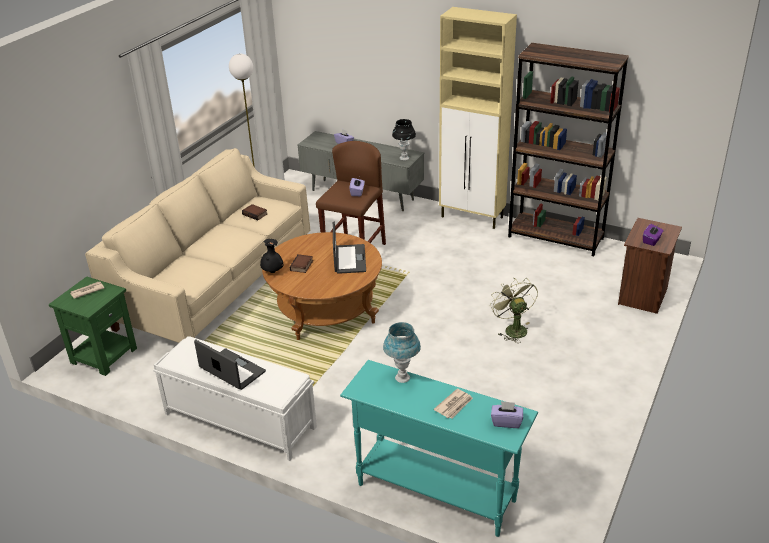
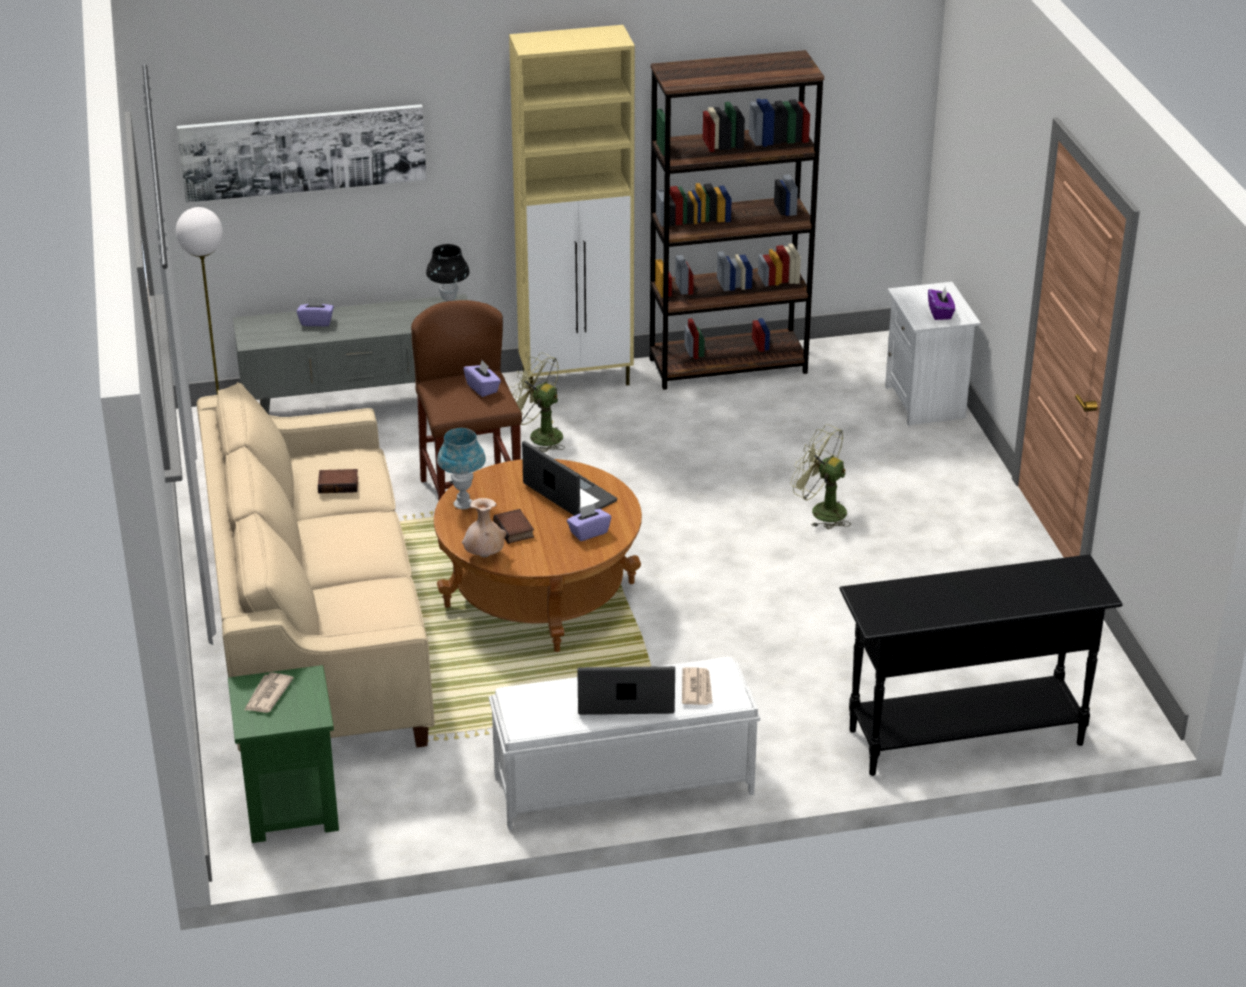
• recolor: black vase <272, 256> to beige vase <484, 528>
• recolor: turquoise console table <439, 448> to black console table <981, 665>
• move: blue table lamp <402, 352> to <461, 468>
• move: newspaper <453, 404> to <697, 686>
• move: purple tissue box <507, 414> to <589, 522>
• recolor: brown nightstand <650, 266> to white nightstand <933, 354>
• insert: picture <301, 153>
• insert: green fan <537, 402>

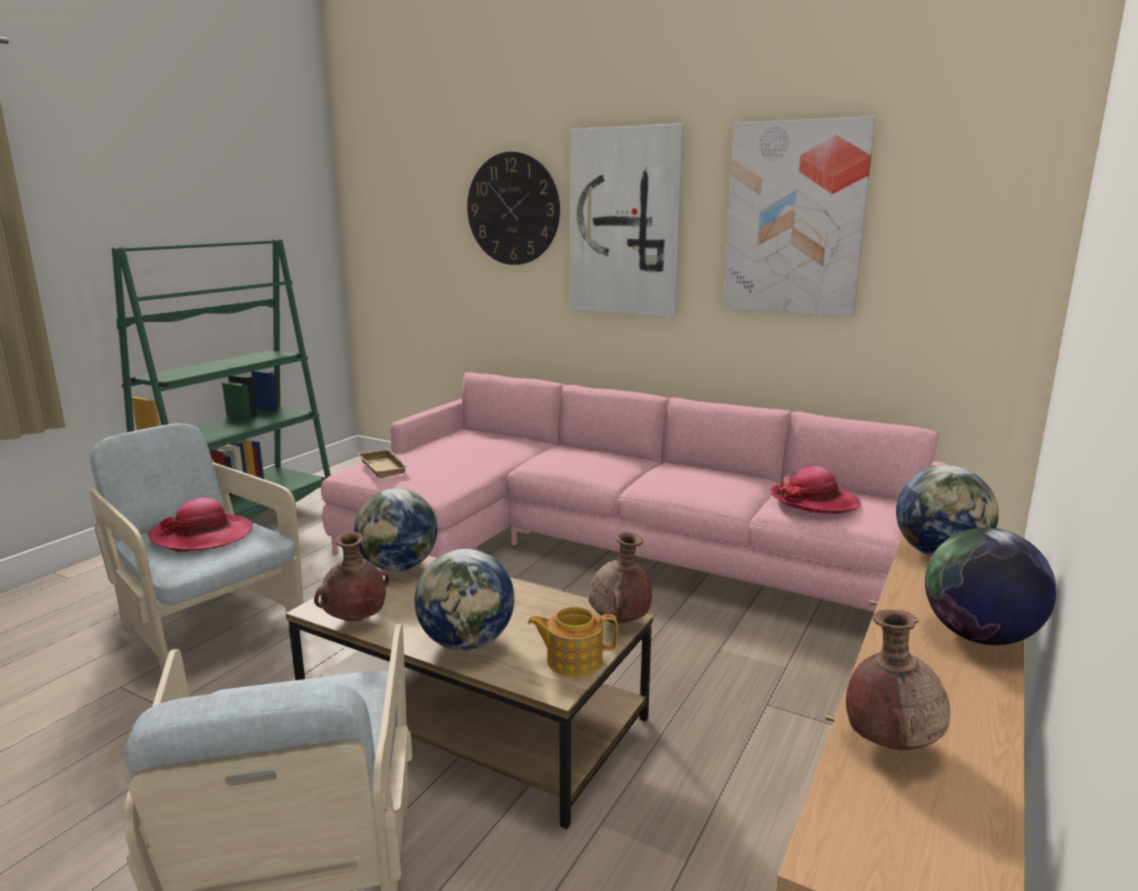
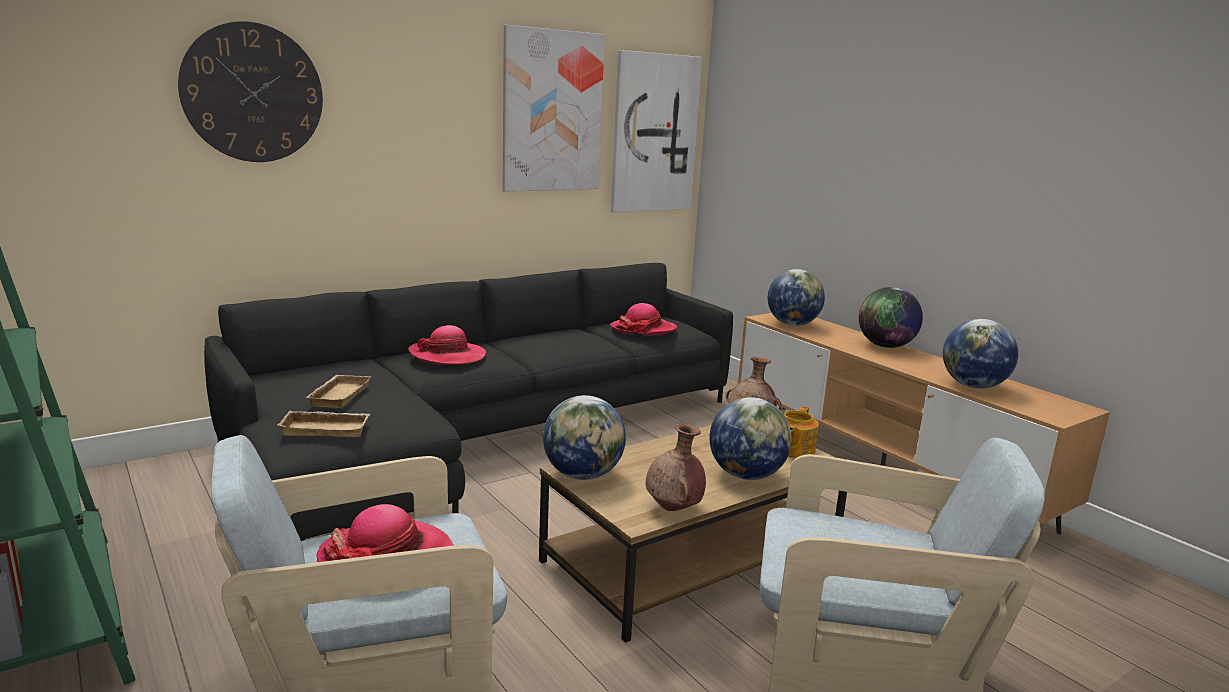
• recolor: pink sofa <634, 492> to black sofa <468, 402>
• move: picture <627, 220> to <656, 131>
• replace: brown vase <898, 680> to globe <980, 354>
• insert: beige tray <338, 391>
• insert: hat <447, 345>

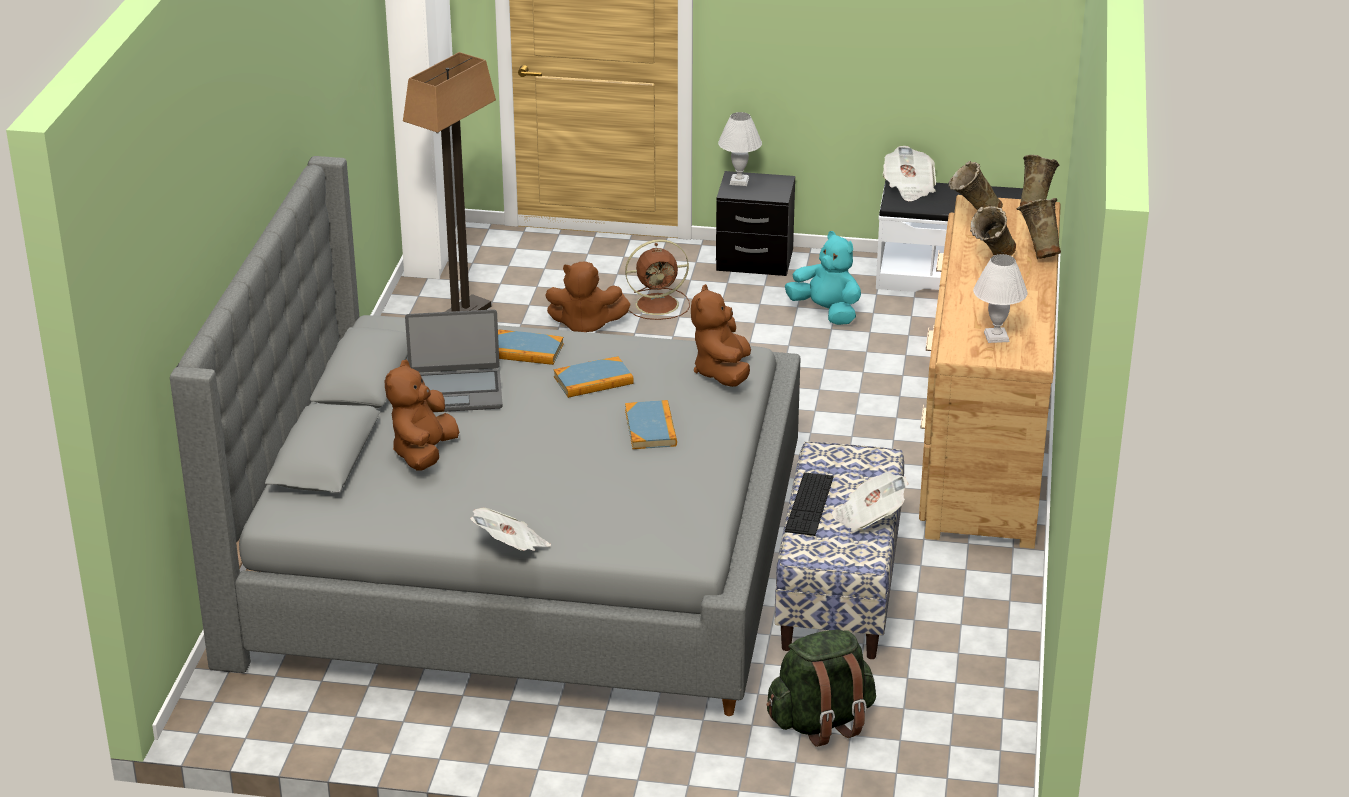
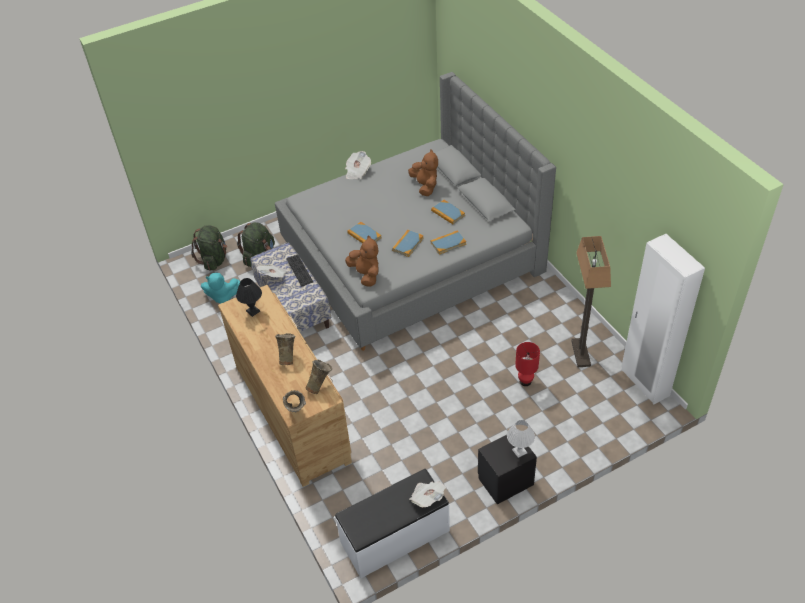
• replace: laptop <454, 360> to book <448, 212>
• replace: brown plush toy <588, 297> to red table lamp <527, 364>
• delete: brown fan <657, 279>
• move: turquoise plush toy <823, 278> to <220, 288>
• recolor: white table lamp <1000, 298> to black table lamp <249, 297>
• delete: beige vase <1039, 228>
• insert: green backpack <209, 248>

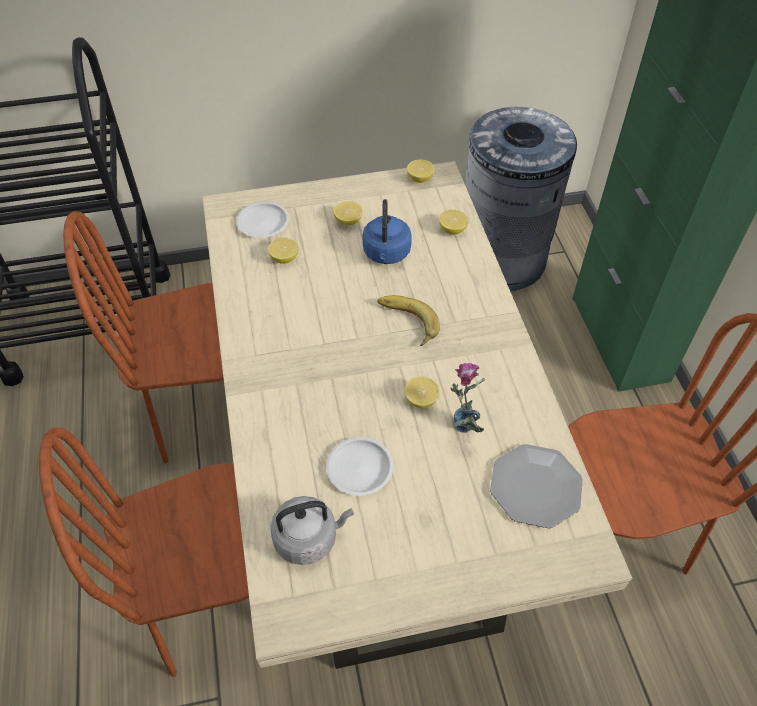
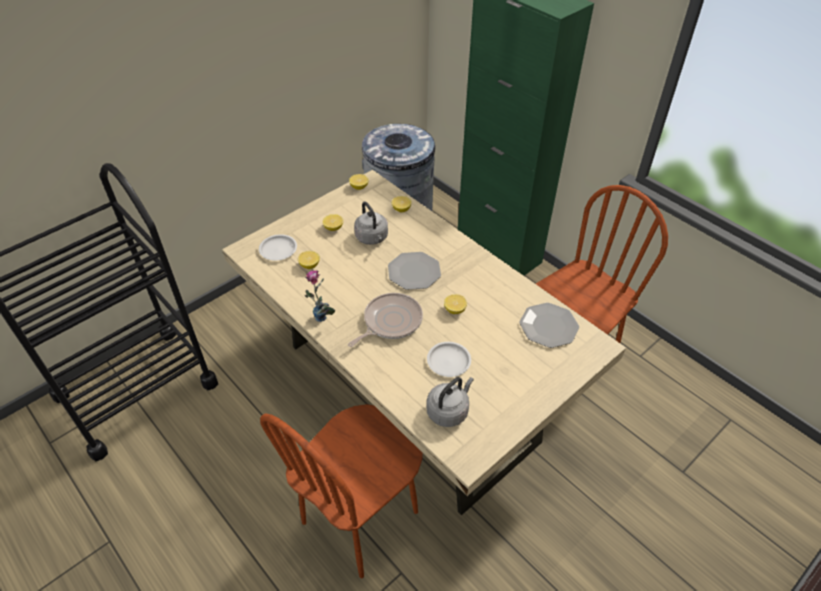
• delete: brown chair <143, 337>
• recolor: blue kettle <387, 231> to grey kettle <371, 223>
• replace: banana <408, 320> to plate <414, 271>
• move: vase <468, 398> to <320, 296>
• insert: frying pan <385, 320>

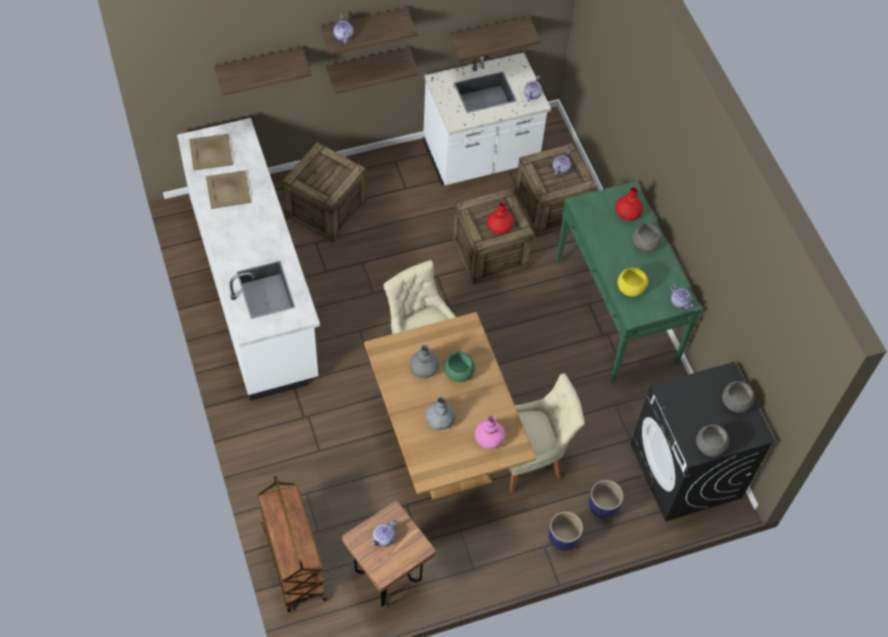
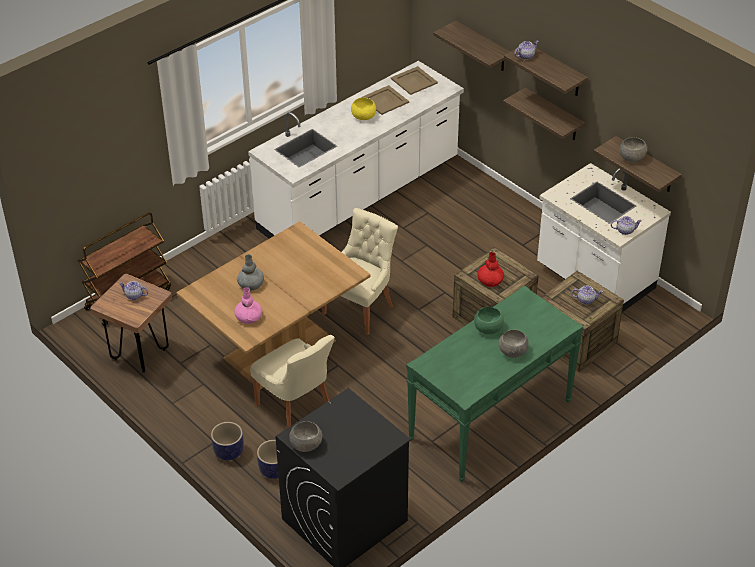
• delete: crate <324, 192>
• delete: grey vase <424, 361>
• move: green bowl <459, 366> to <489, 320>
• delete: red vase <629, 204>
• move: yellow bowl <633, 282> to <363, 109>
• delete: teapot <682, 297>
• move: grey bowl <738, 397> to <633, 149>

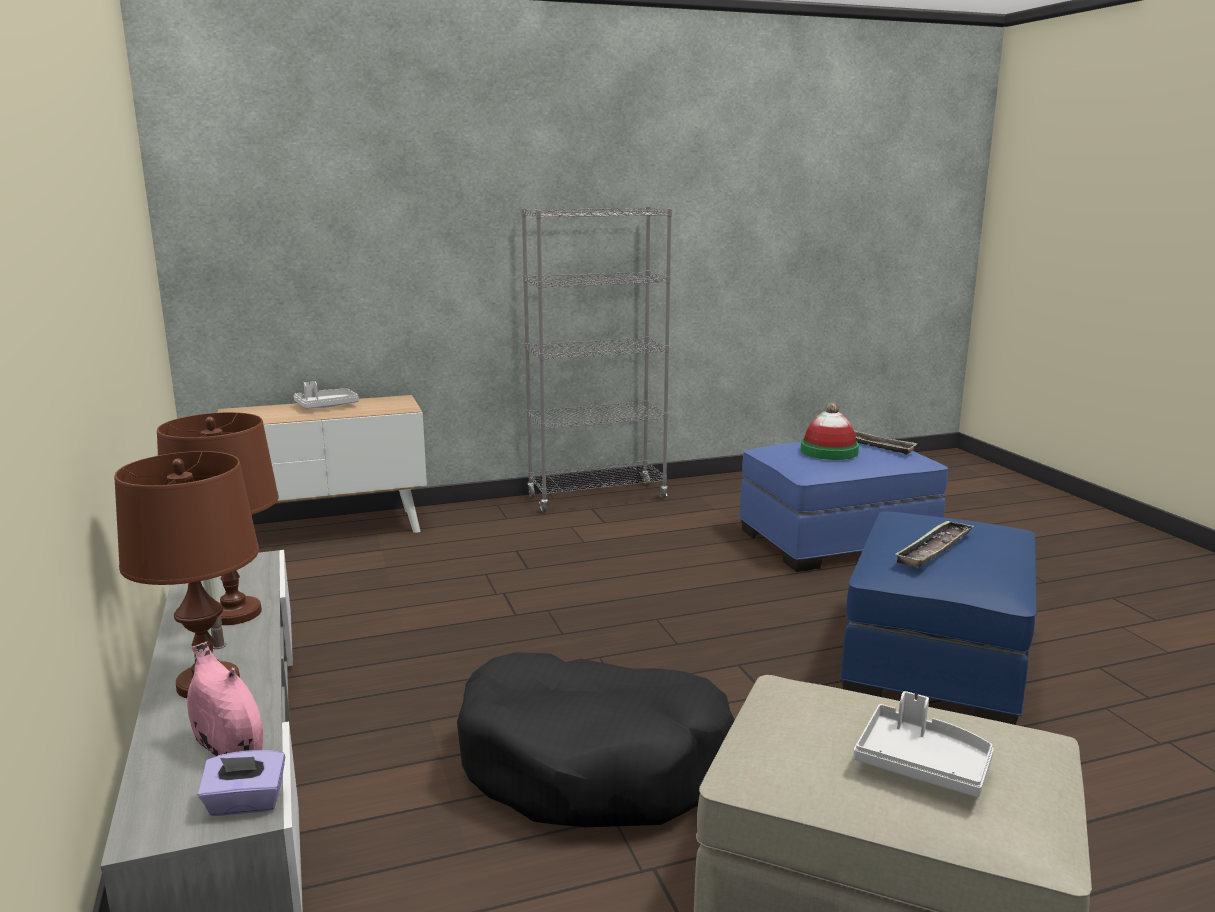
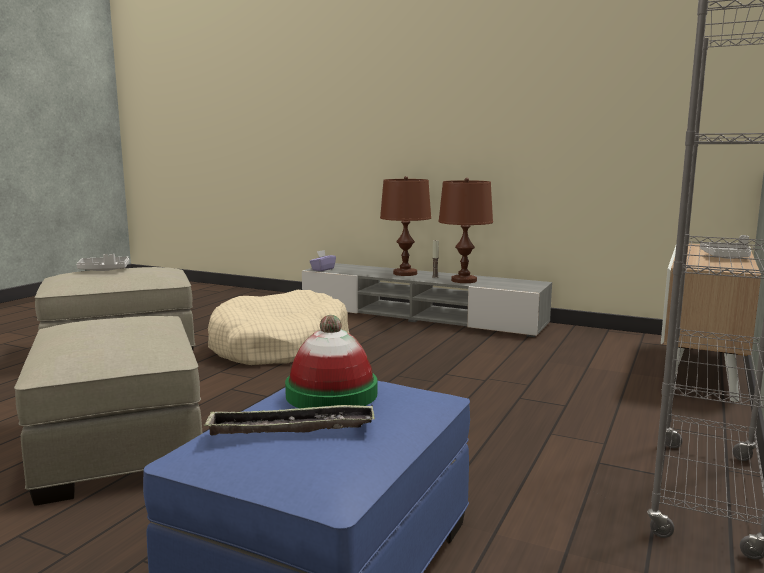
• delete: pink vase <225, 698>
• recolor: black dog bed <596, 739> to beige dog bed <278, 327>
• recolor: blue ottoman <938, 618> to beige ottoman <108, 411>
• delete: tray <934, 544>

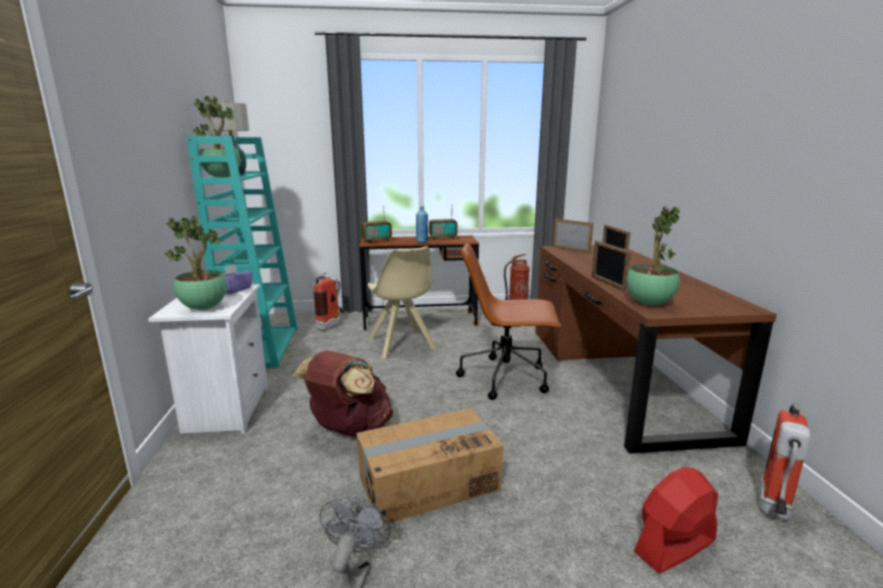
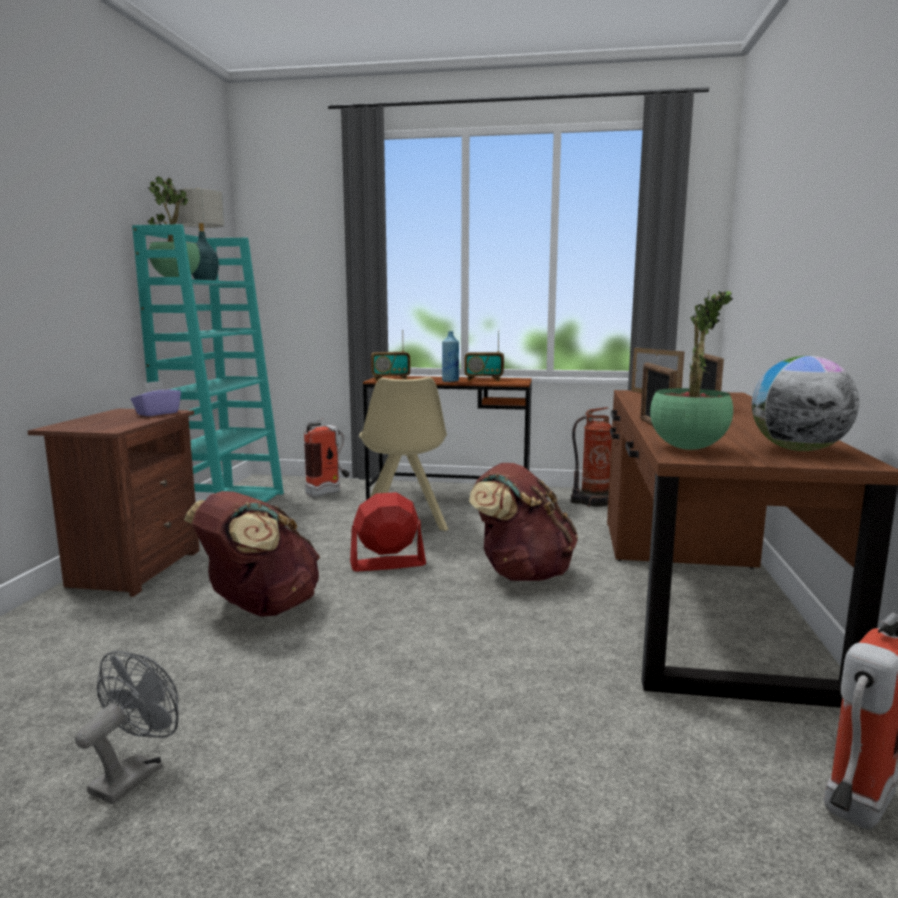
• recolor: white nightstand <208, 359> to brown nightstand <114, 502>
• delete: potted plant <196, 263>
• delete: cardboard box <430, 466>
• replace: brown office chair <508, 321> to brown backpack <523, 522>
• move: red fan <676, 519> to <388, 532>
• insert: globe <805, 403>

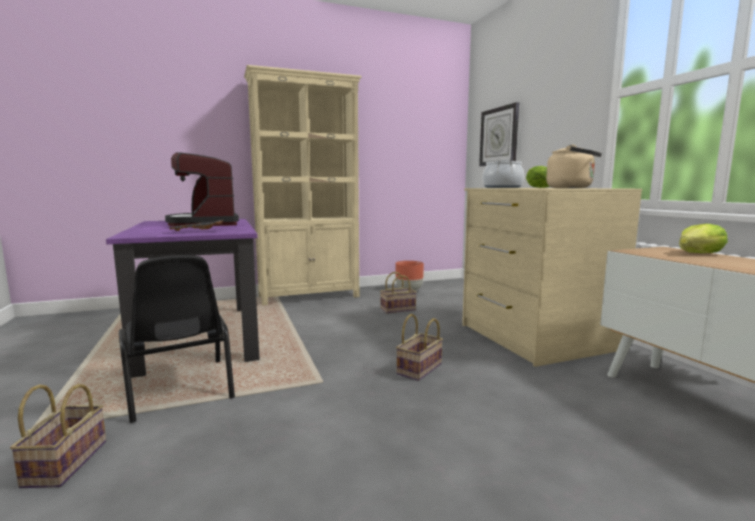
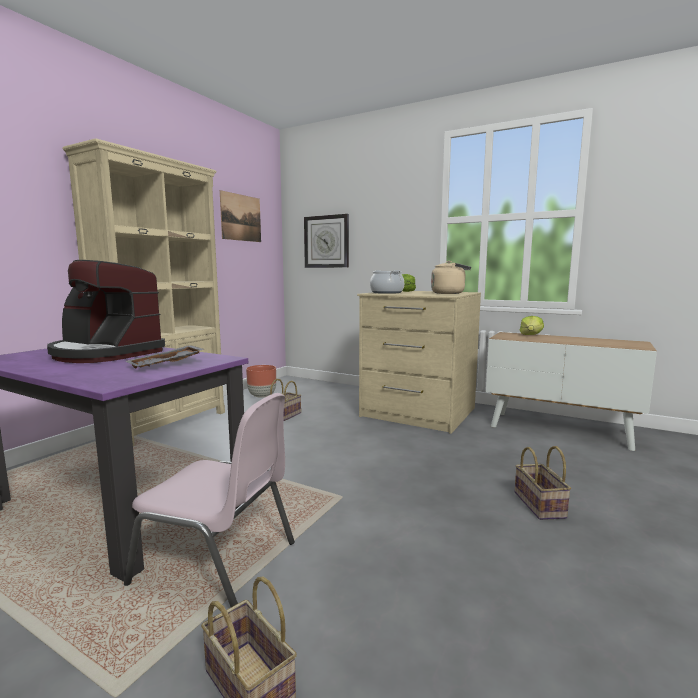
• recolor: black chair <177, 339> to pink chair <209, 500>
• move: basket <419, 347> to <543, 483>
• insert: picture <240, 216>

